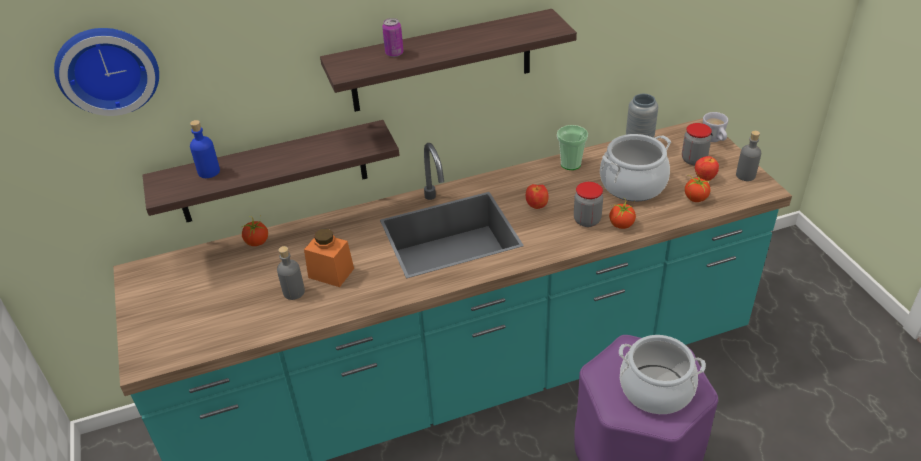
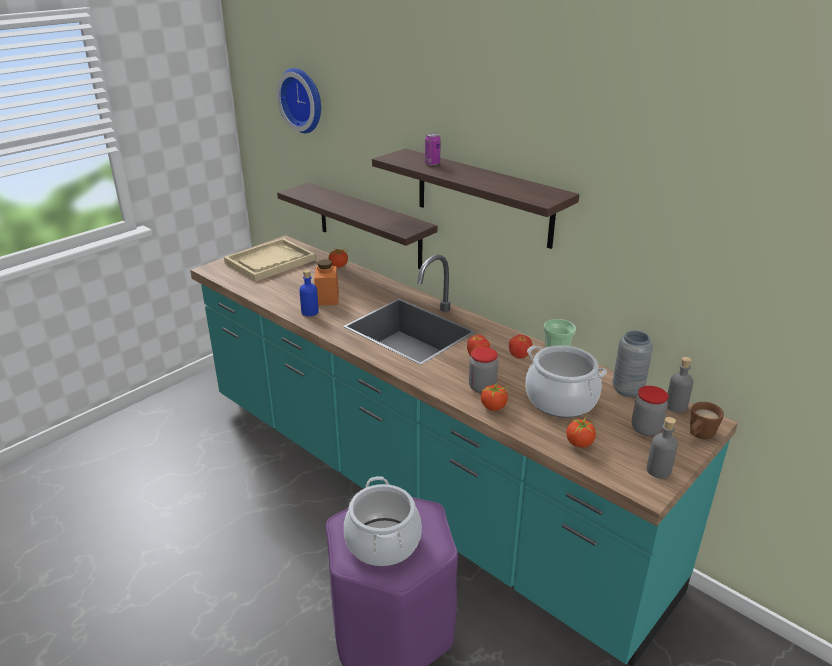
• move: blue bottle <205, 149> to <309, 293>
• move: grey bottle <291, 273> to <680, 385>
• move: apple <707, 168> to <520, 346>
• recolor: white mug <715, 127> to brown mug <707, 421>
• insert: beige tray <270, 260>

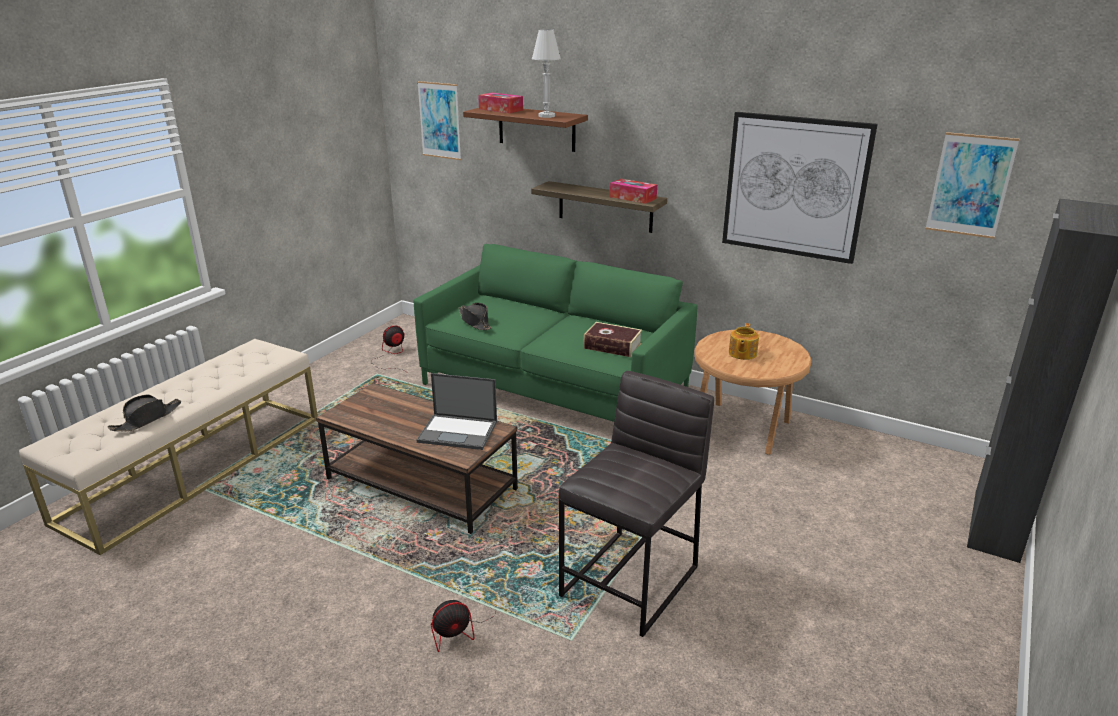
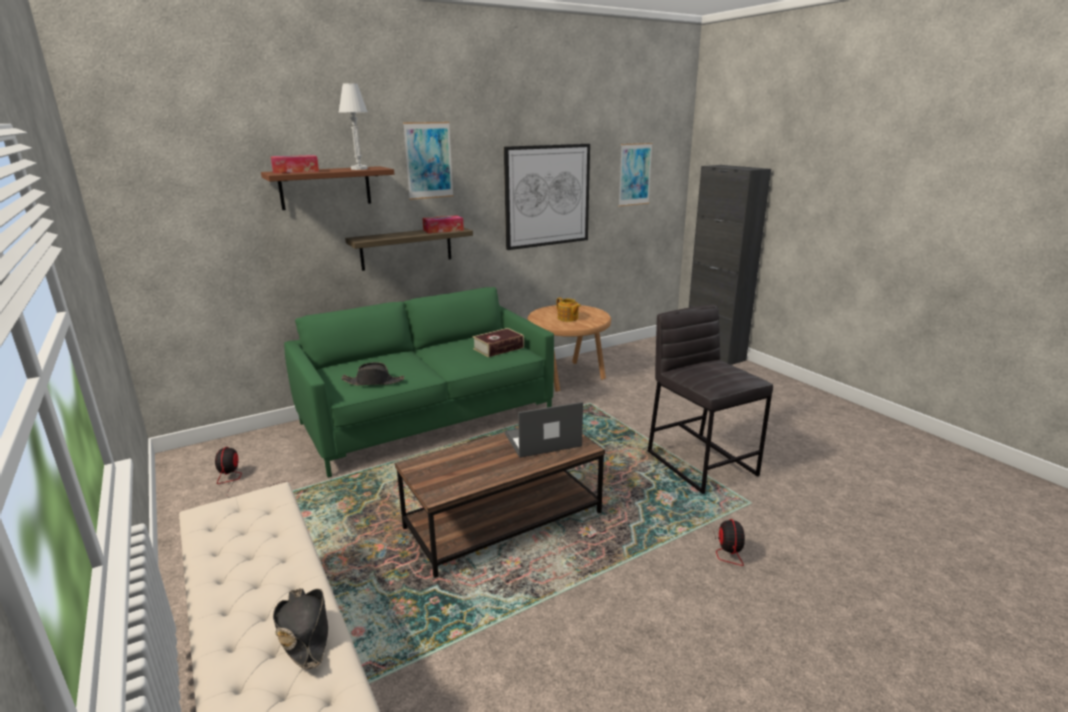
• move: picture <439, 120> to <428, 161>
• rotate: laptop <457, 411> = <544, 430> 150 degrees counterclockwise

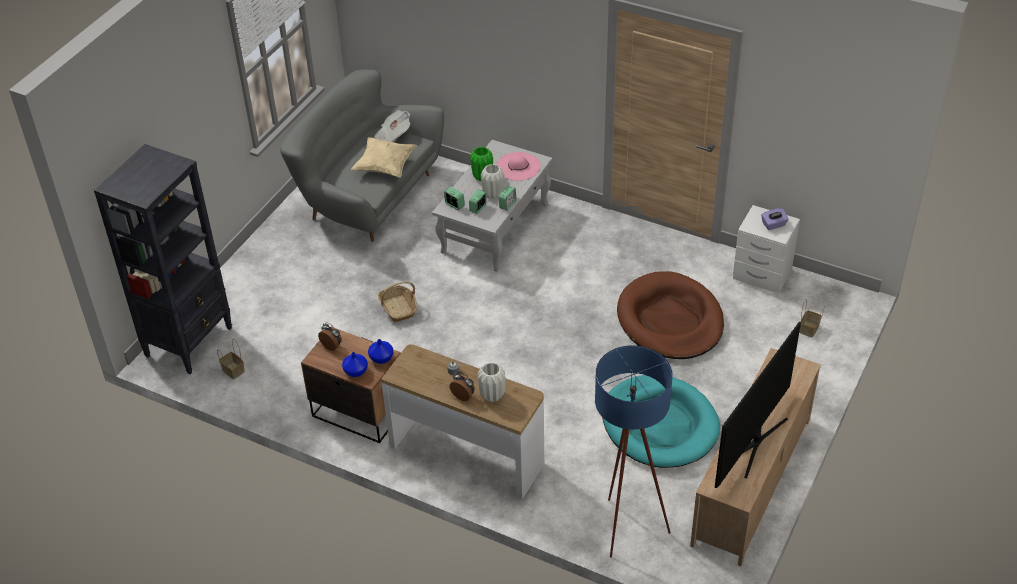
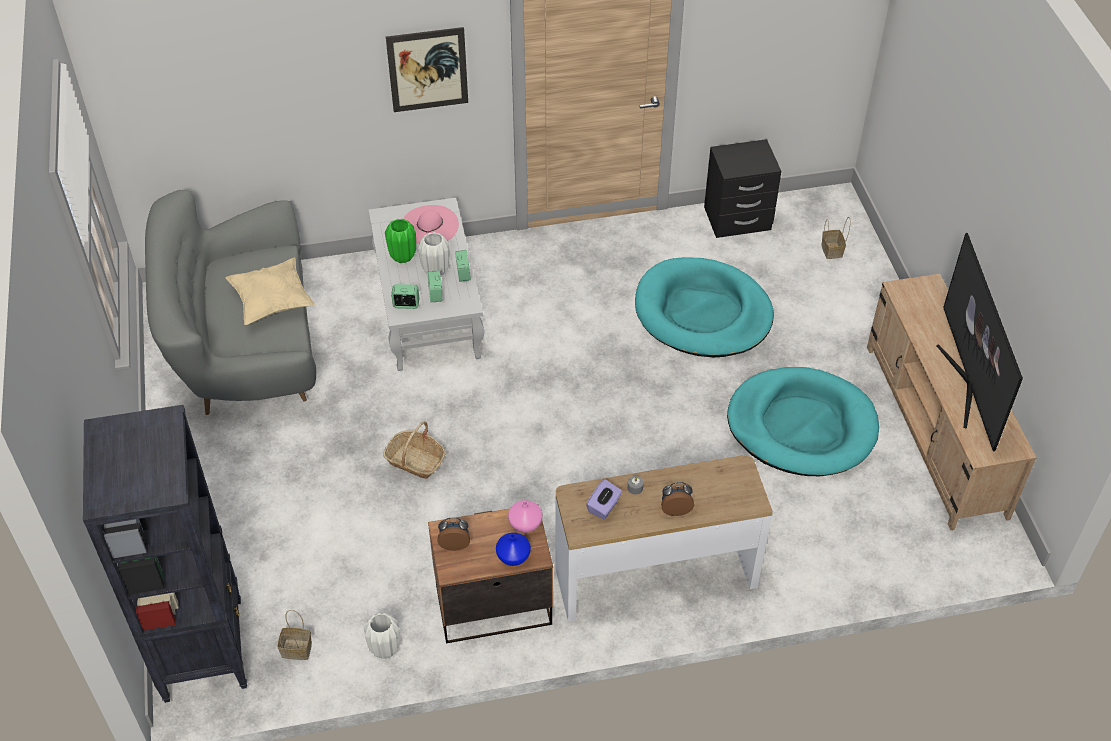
• recolor: blue vase <380, 351> to pink vase <525, 516>
• delete: newspaper <392, 126>
• move: white vase <492, 382> to <382, 636>
• delete: blue floor lamp <634, 451>
• recolor: brown dog bed <670, 315> to turquoise dog bed <704, 307>
• recolor: white nightstand <766, 249> to black nightstand <742, 188>
• move: purple tissue box <775, 219> to <604, 499>
• insert: picture <427, 69>

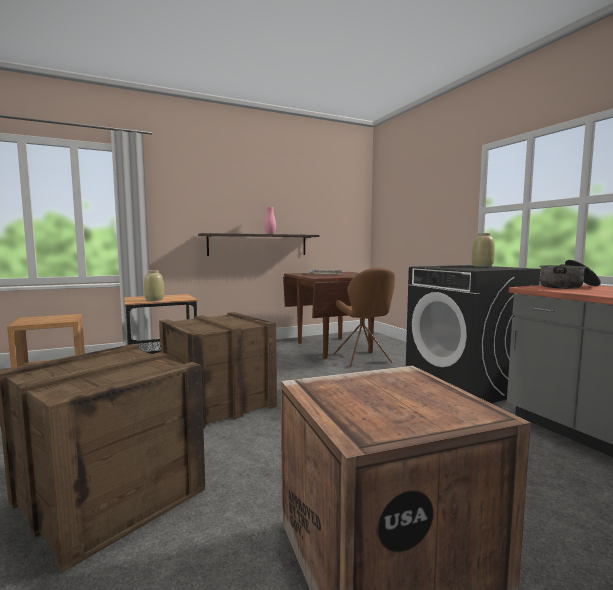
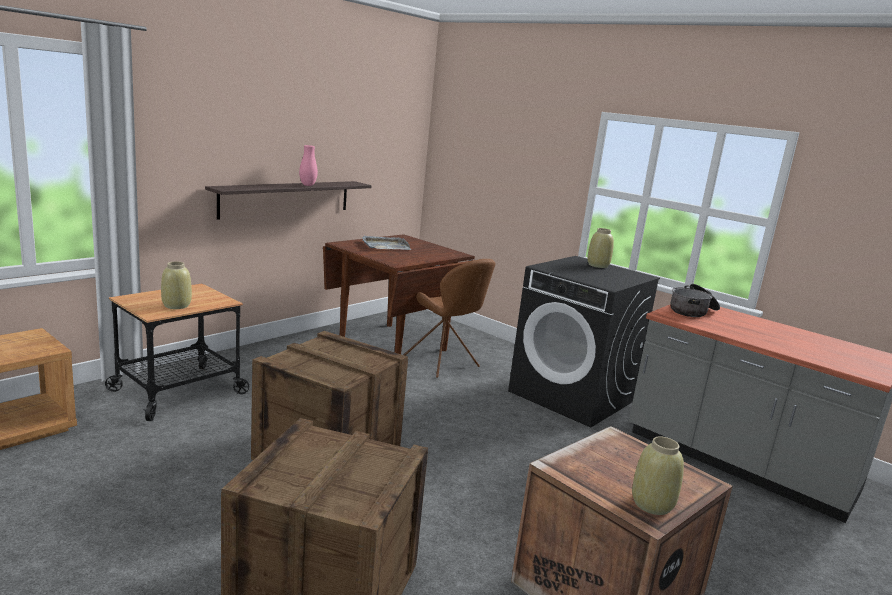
• insert: beige vase <658, 476>

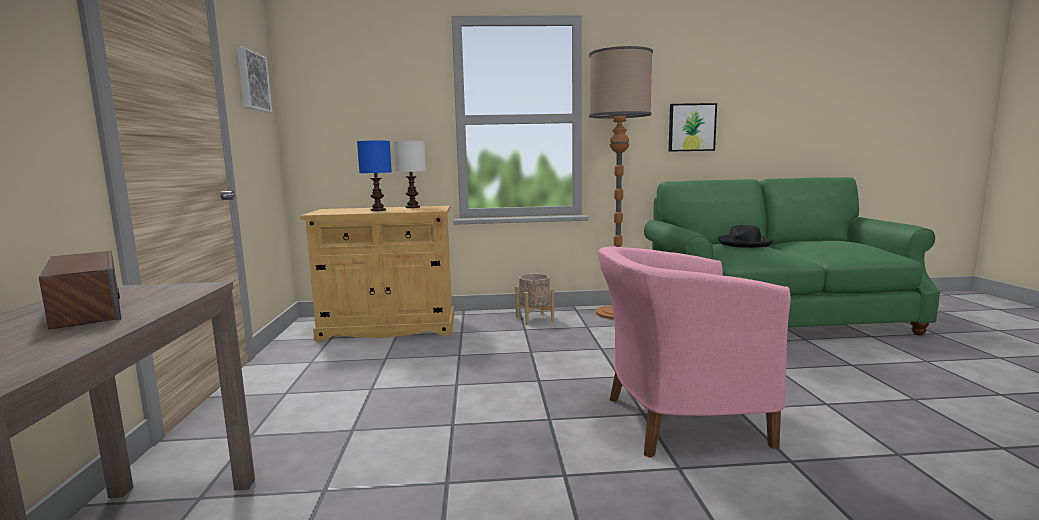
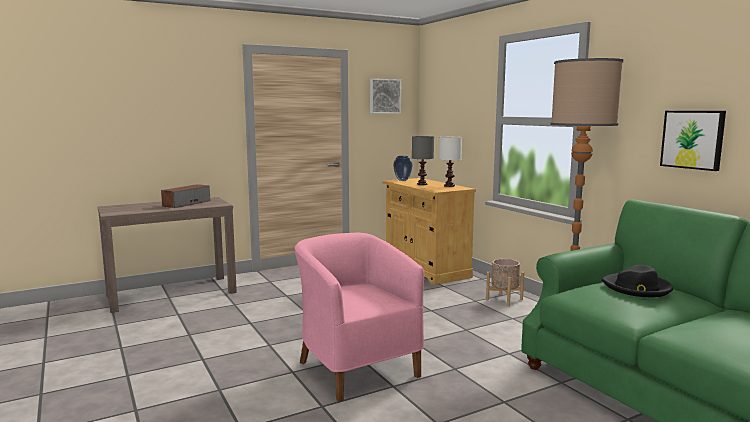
• recolor: blue table lamp <374, 176> to grey table lamp <423, 160>
• insert: vase <403, 168>

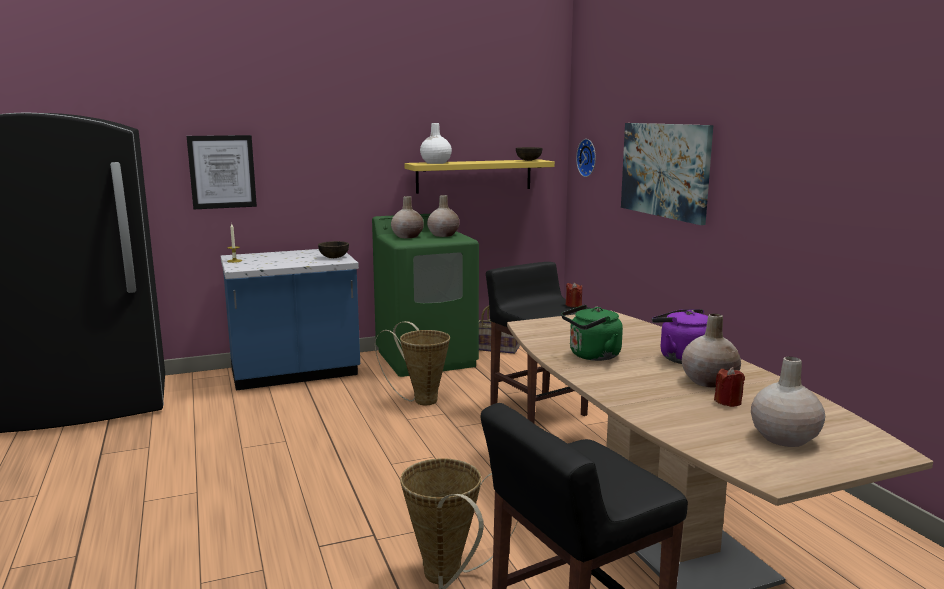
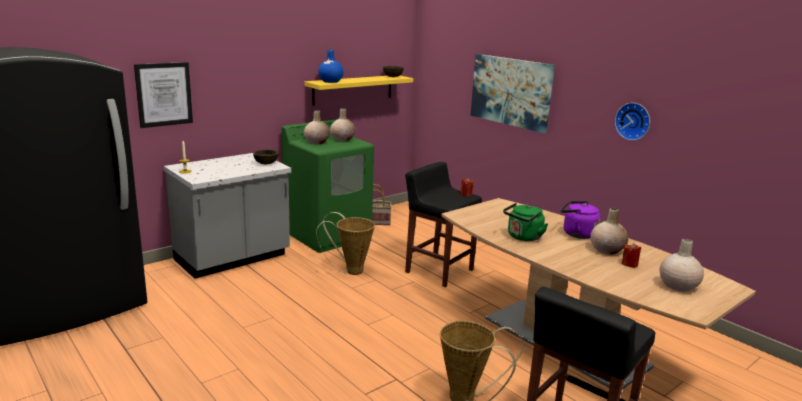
• recolor: blue counter <290, 320> to grey counter <227, 216>
• recolor: white vase <436, 143> to blue vase <331, 66>
• move: wall clock <586, 158> to <632, 121>

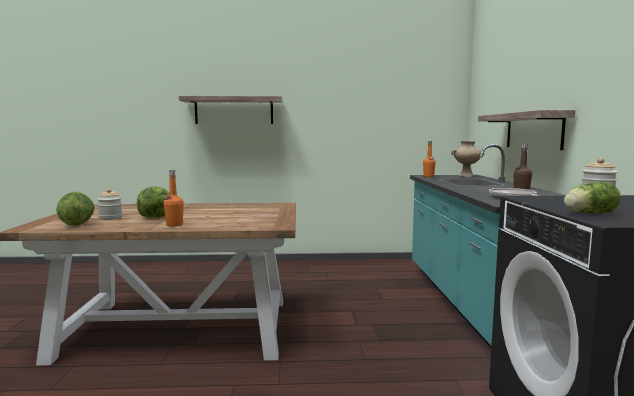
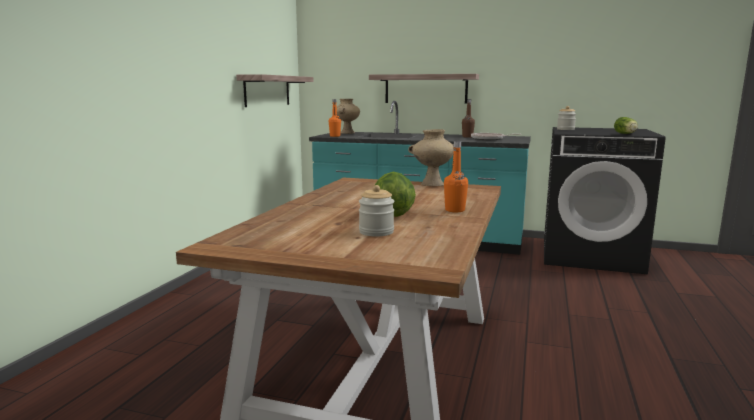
• delete: lettuce <75, 209>
• move: shelf <230, 110> to <275, 90>
• insert: beige vase <431, 157>

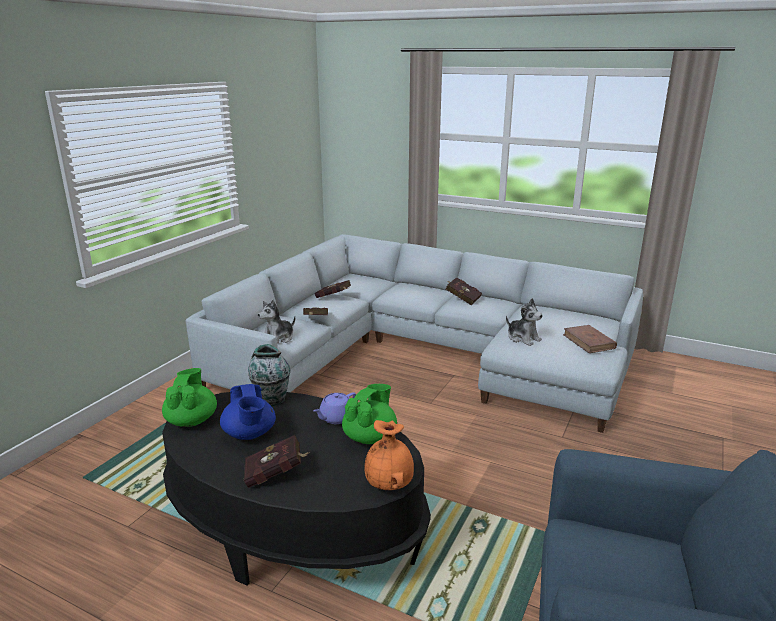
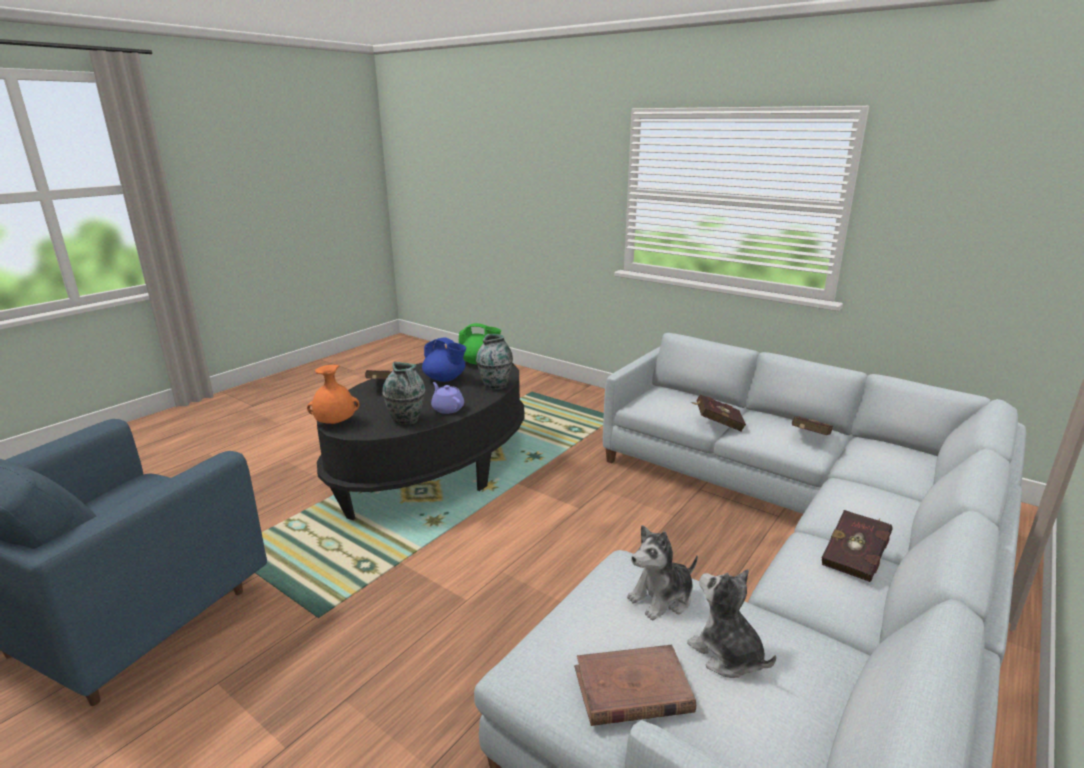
• rotate: blue teapot <248, 412> = <444, 359> 135 degrees counterclockwise
• move: plush toy <276, 322> to <731, 623>
• replace: green teapot <369, 414> to vase <403, 393>

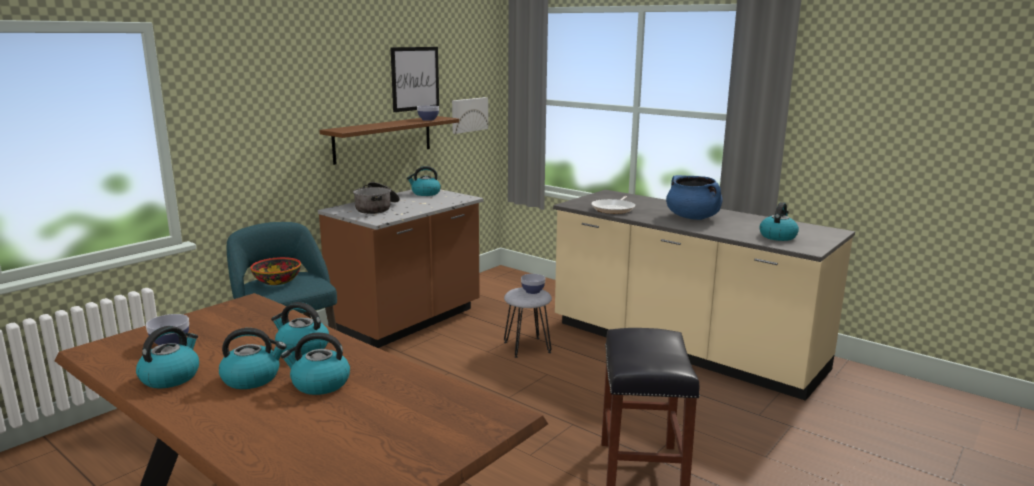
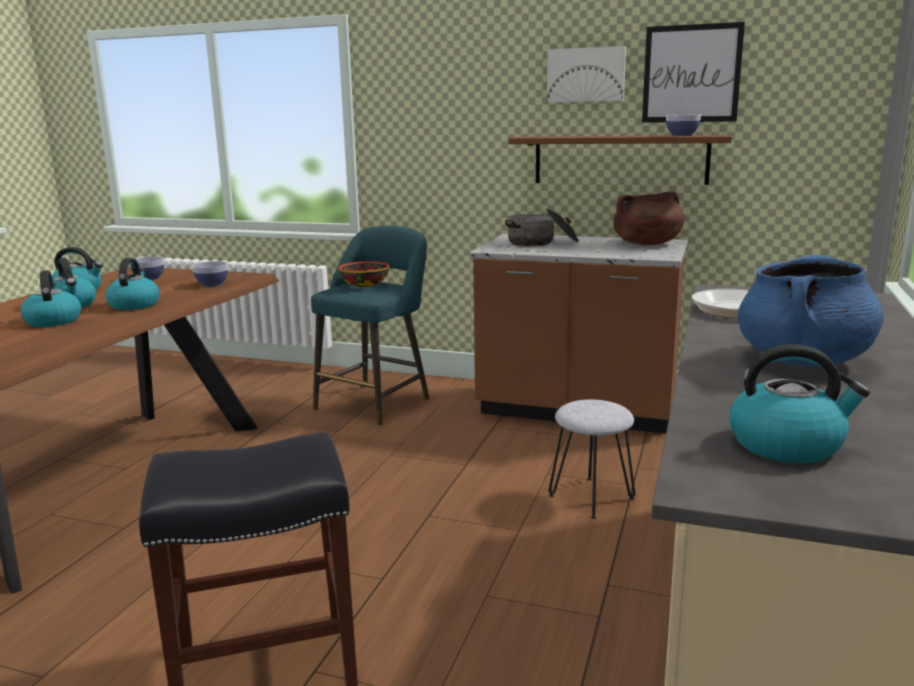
• replace: kettle <424, 181> to brown cooking pot <649, 218>
• move: picture <470, 115> to <586, 74>
• move: bowl <533, 284> to <210, 274>

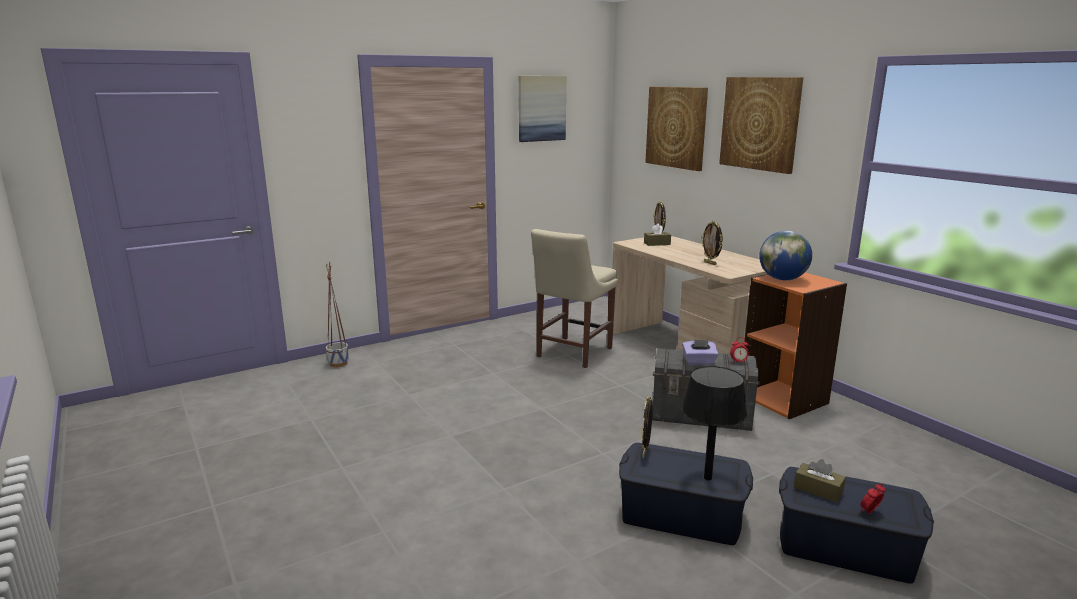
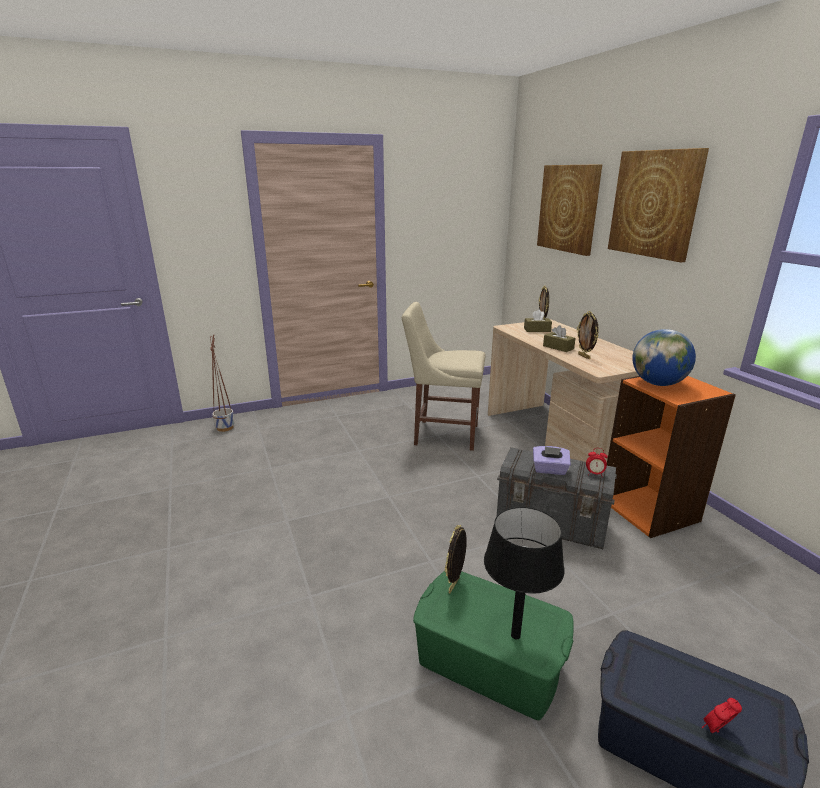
• delete: picture <542, 109>
• rotate: beige chair <574, 298> = <444, 376> 60 degrees clockwise
• recolor: blue storage box <686, 494> to green storage box <493, 645>
• move: brown tissue box <820, 481> to <559, 338>

